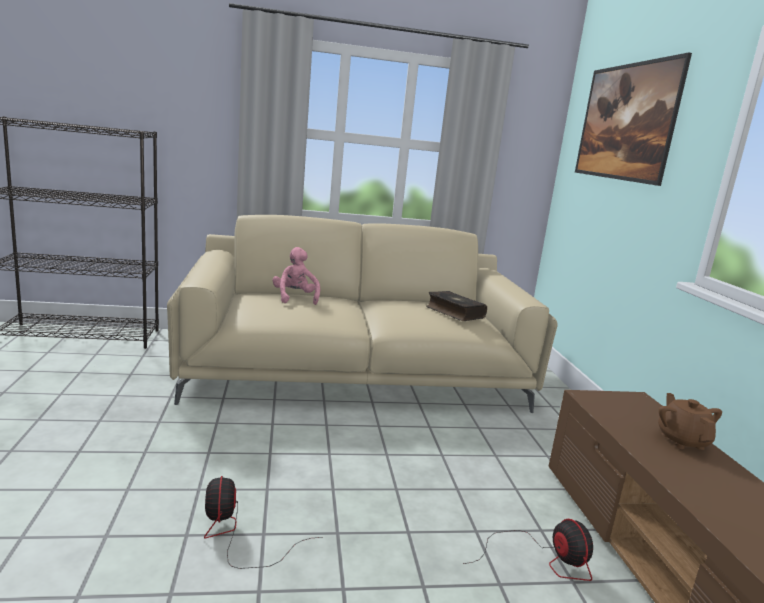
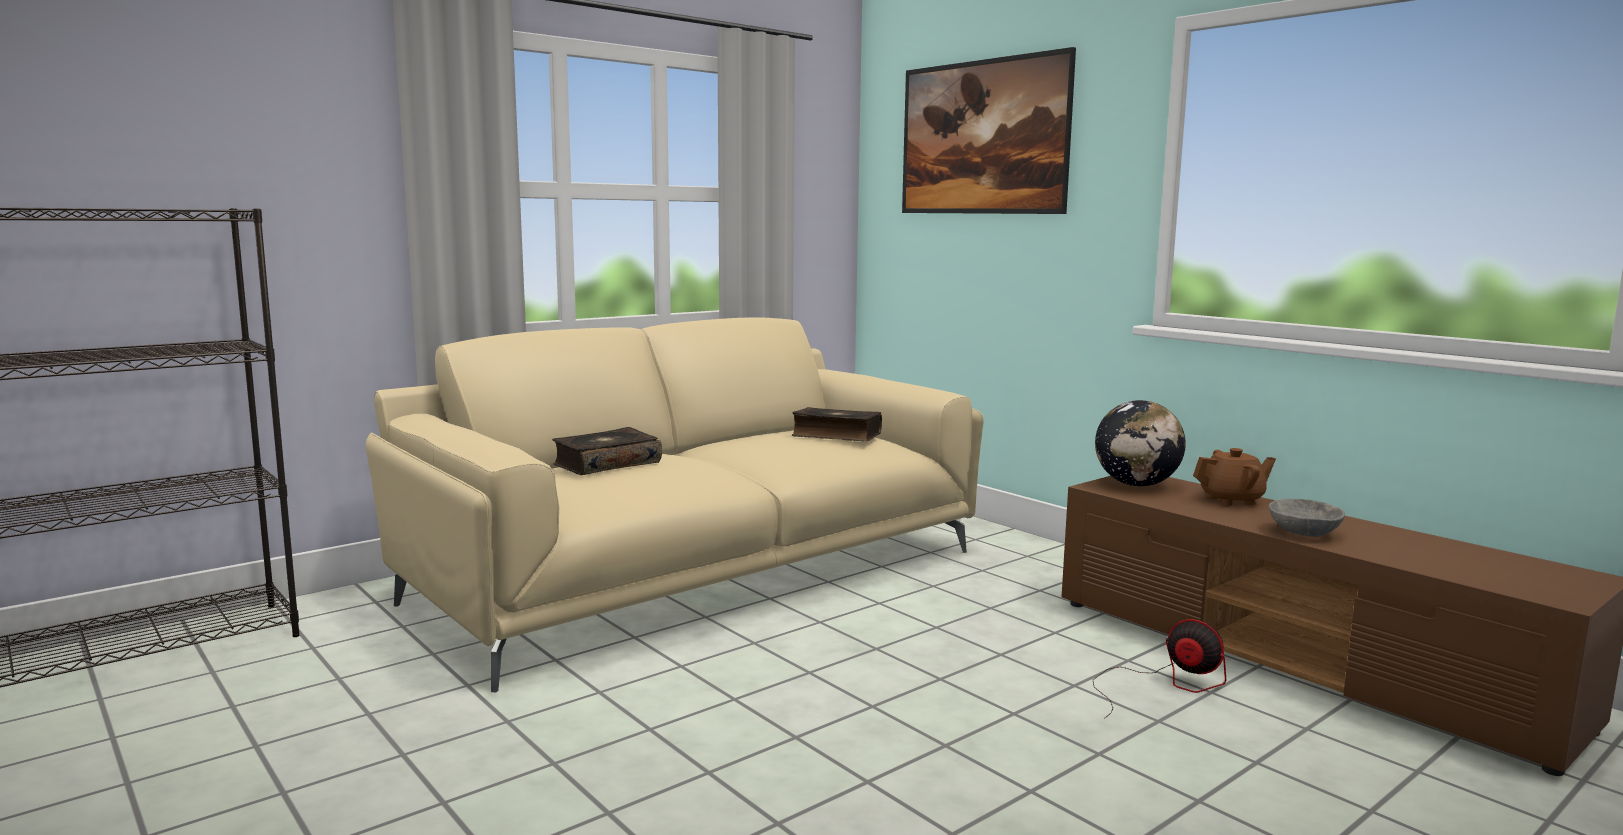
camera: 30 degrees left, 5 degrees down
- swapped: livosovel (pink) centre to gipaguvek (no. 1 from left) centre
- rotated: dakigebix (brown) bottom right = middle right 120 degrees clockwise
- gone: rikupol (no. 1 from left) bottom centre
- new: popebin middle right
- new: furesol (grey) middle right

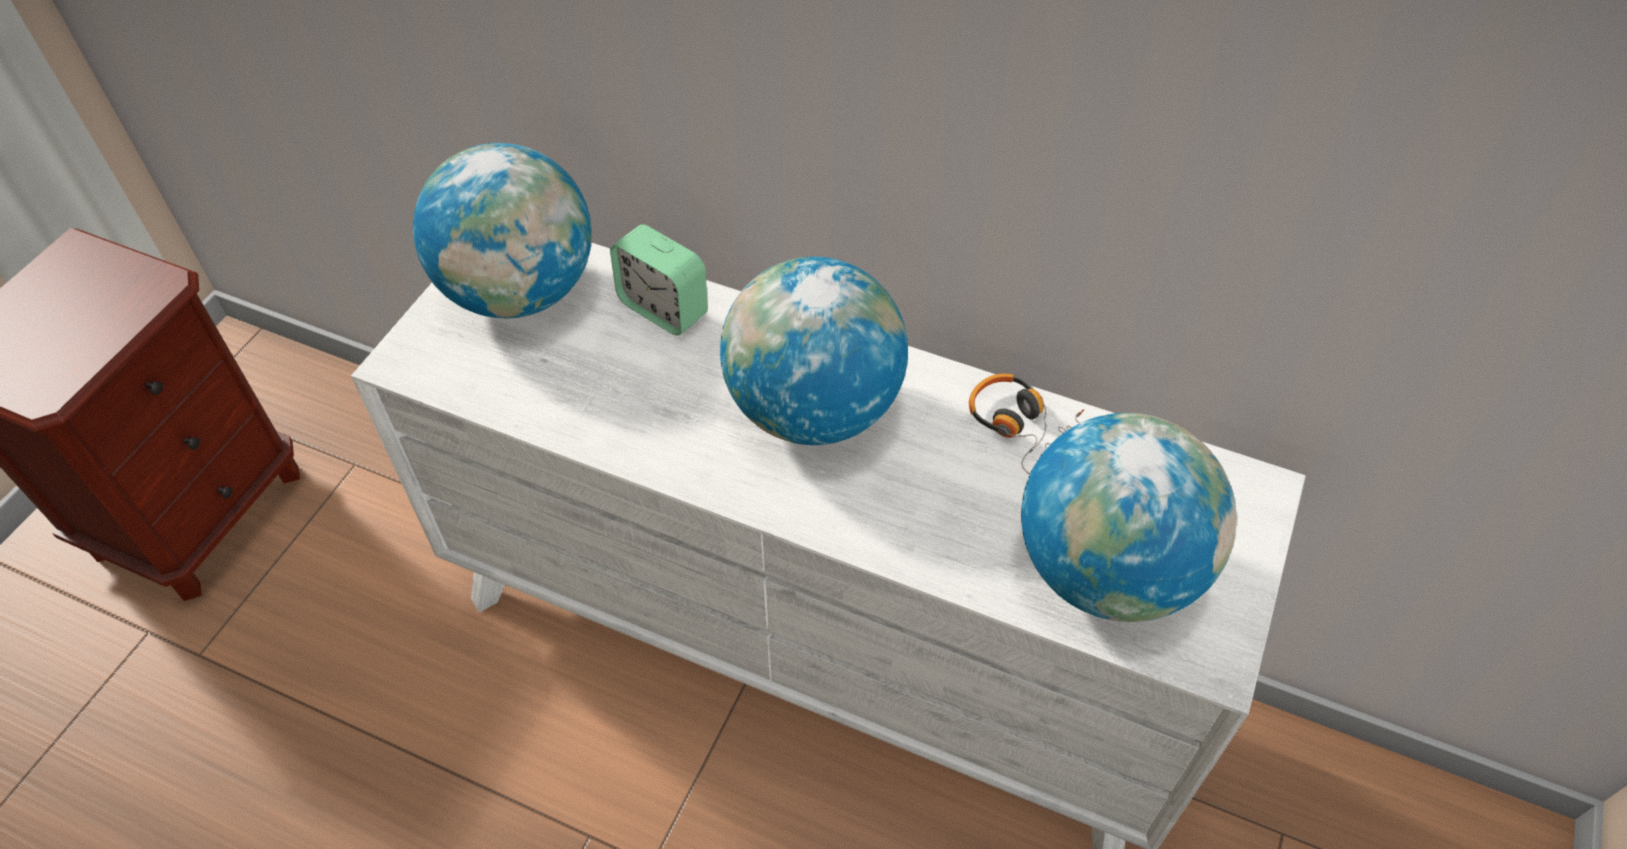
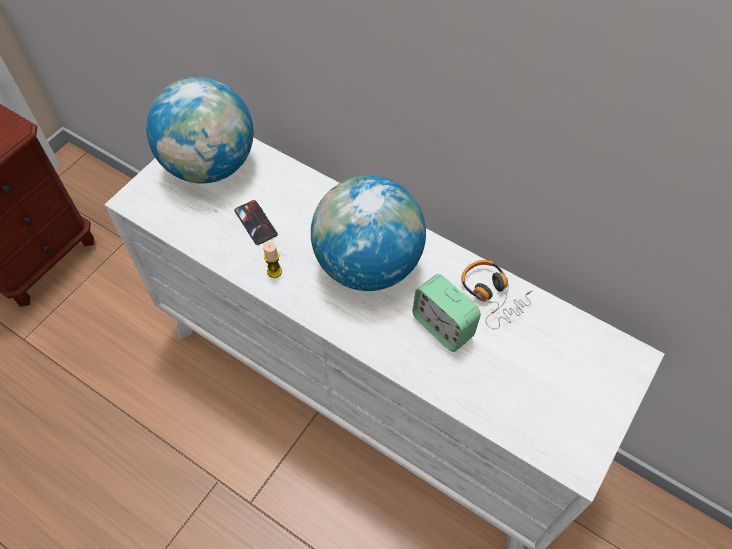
camera: 10 degrees right, 5 degrees up
- shifted: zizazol top centre to centre
- gone: popebin (no. 3 from left) middle right
- new: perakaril centre
- new: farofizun centre

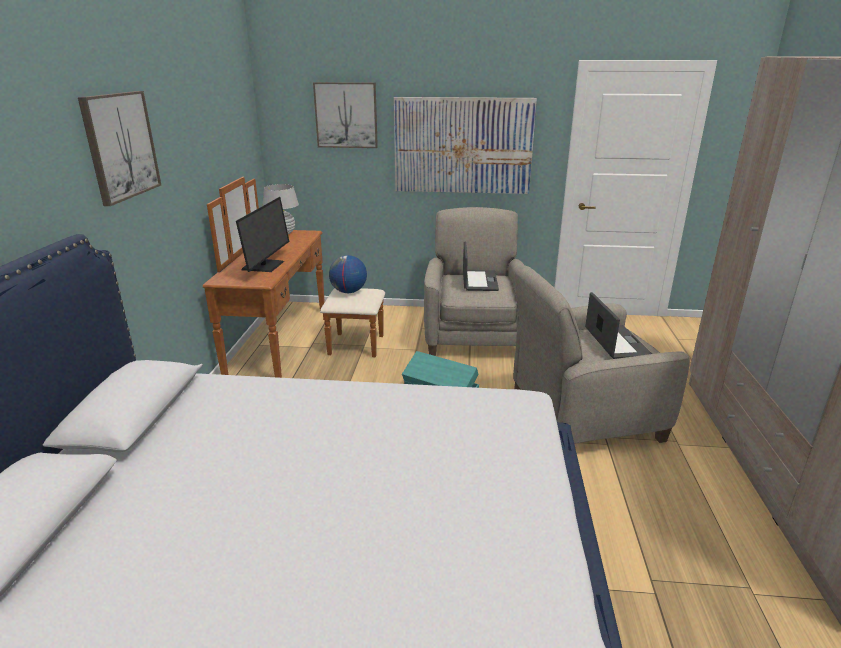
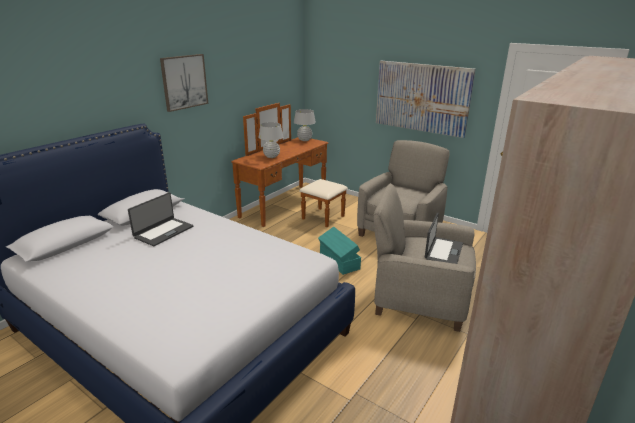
camera: 30 degrees right, 0 degrees up
- gone: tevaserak (no. 2 from left) top centre
- swapped: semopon middle left to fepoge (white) (no. 1 from left) top centre
- shifted: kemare (no. 1 from left) centre to middle left
- gone: popebin centre

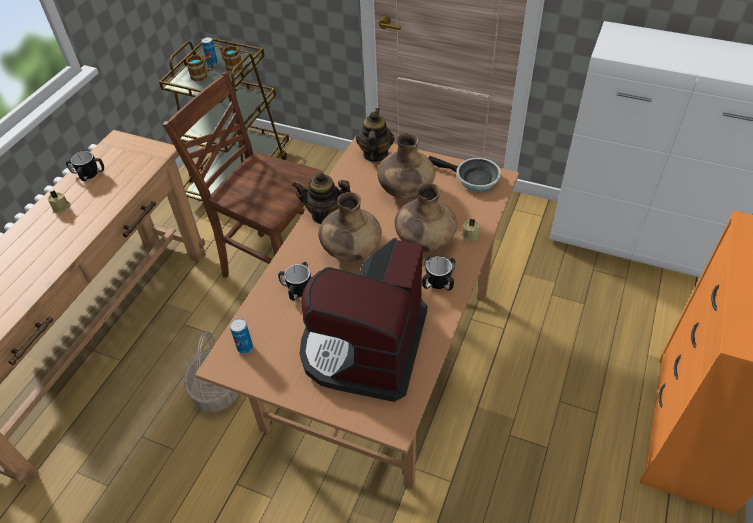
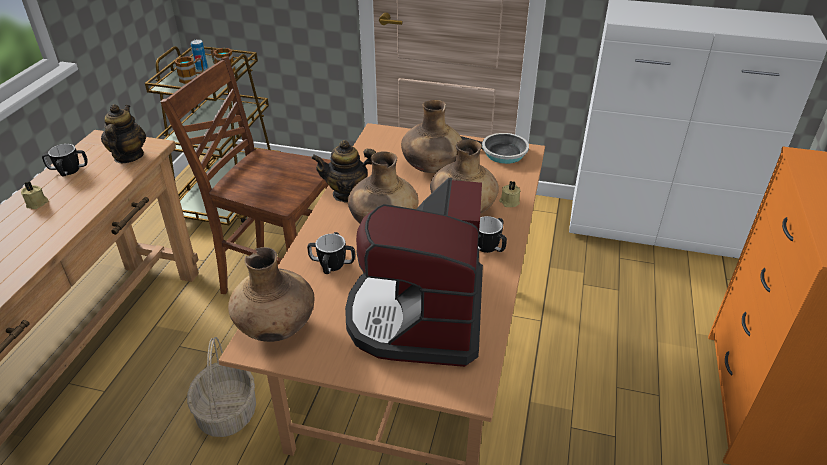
camera: 10 degrees left, 10 degrees down
- shifted: dakigebix (no. 2 from left in the first image) top centre to dakigebix (no. 1 from left) top left
- swapped: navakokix (no. 2 from left) middle left to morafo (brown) (no. 1 from left) middle left

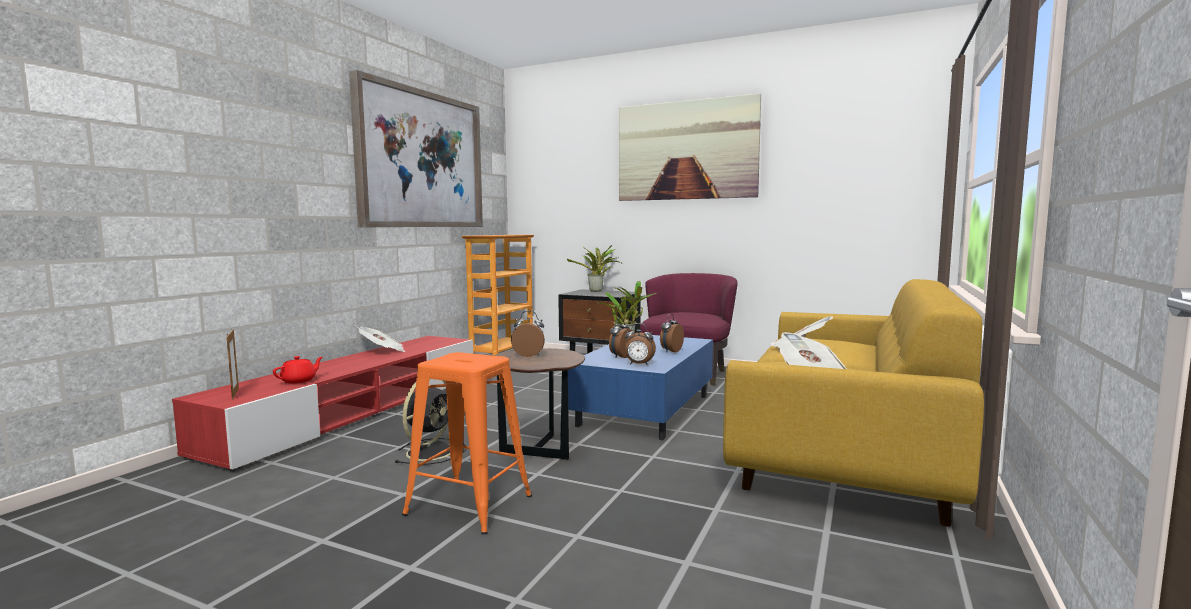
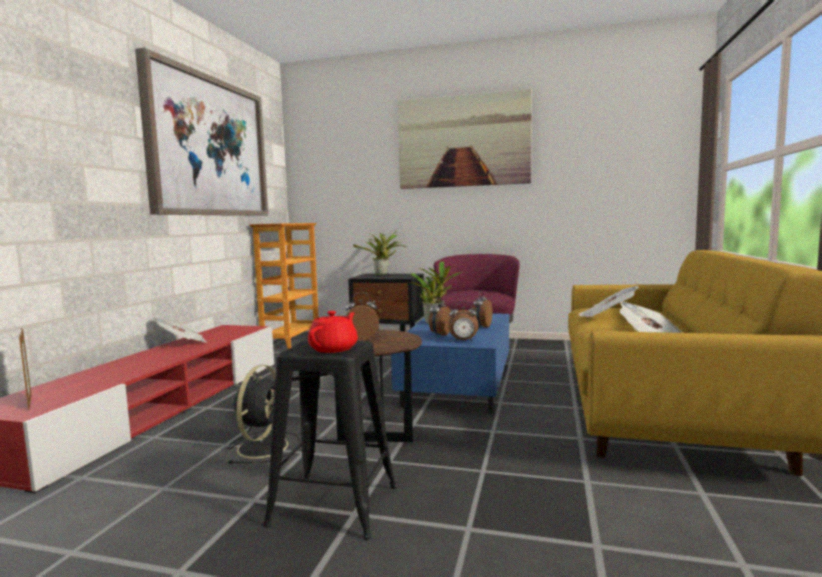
camera: 10 degrees left, 0 degrees up
- repainted: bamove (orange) bottom centre to bamove (black) bottom centre
- shifted: dakigebix (red) middle left to centre

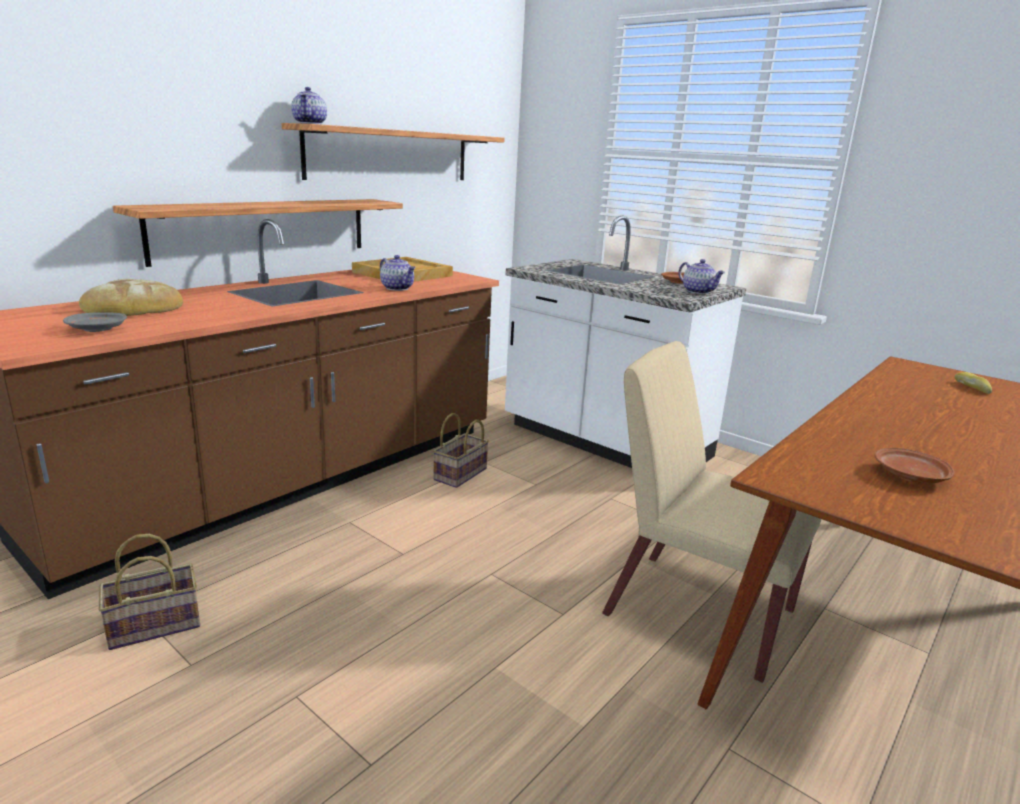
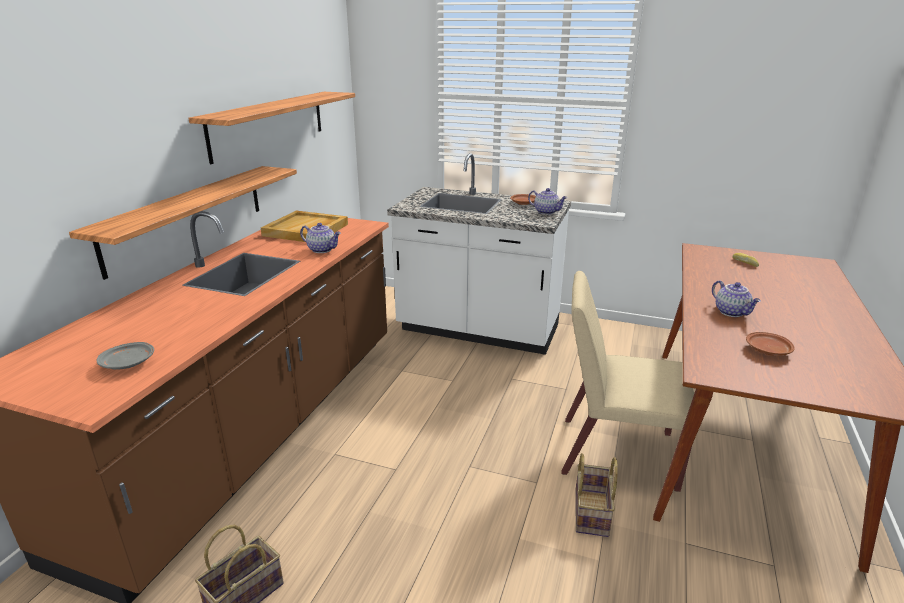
camera: 20 degrees left, 5 degrees up
- shifted: dakigebix (no. 1 from left in the first image) top left to dakigebix (no. 3 from left) middle right
- gone: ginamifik (no. 1 from left) middle left
- shifted: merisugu (no. 2 from left) centre to bottom centre

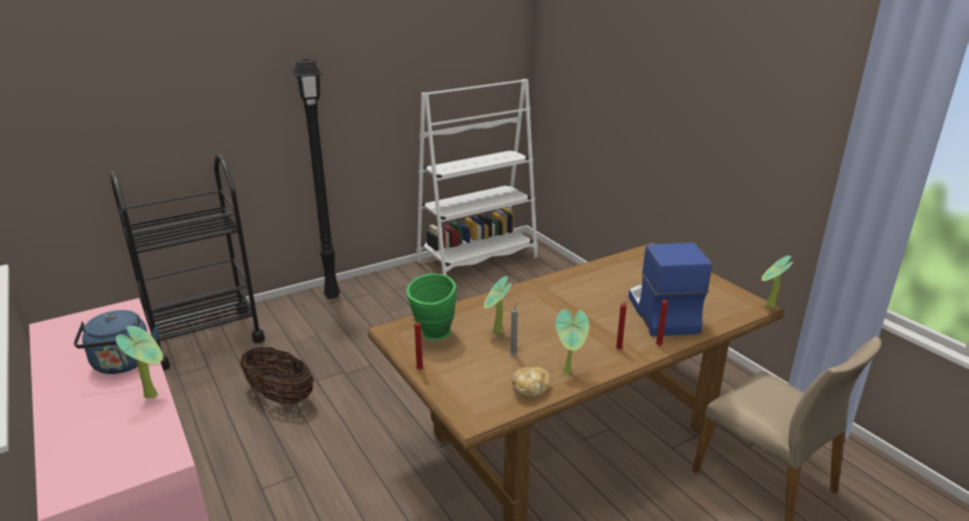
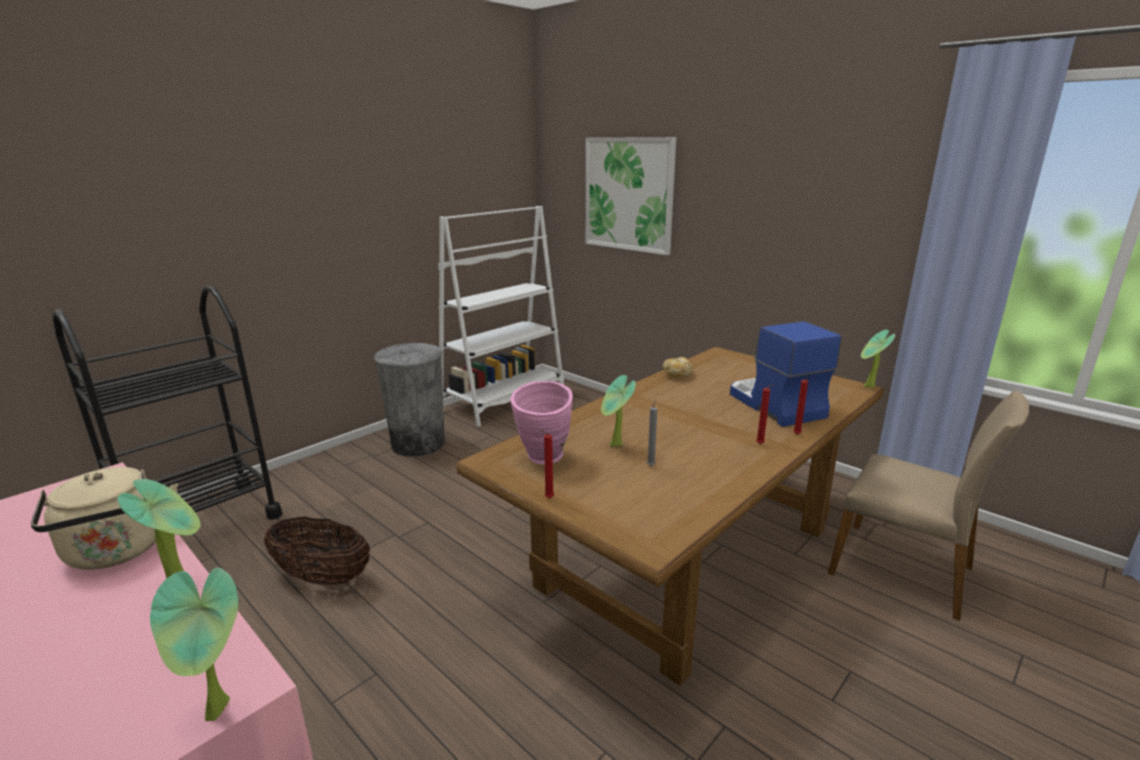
camera: 15 degrees left, 5 degrees down
- gone: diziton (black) middle left
- repainted: morafo (green) centre to morafo (pink) centre
- shifted: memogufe (no. 3 from left in the first image) centre to memogufe (no. 2 from left) bottom left
- repainted: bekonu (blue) middle left to bekonu (beige) bottom left
- shifted: ginamifik bottom centre to centre
- new: tevaserak top centre
- new: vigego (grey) centre

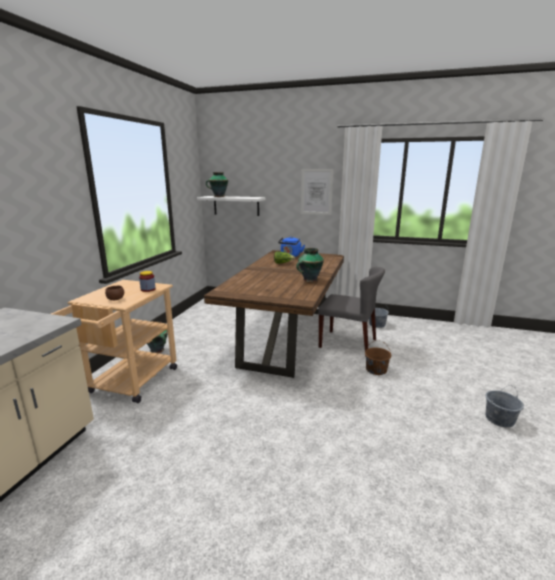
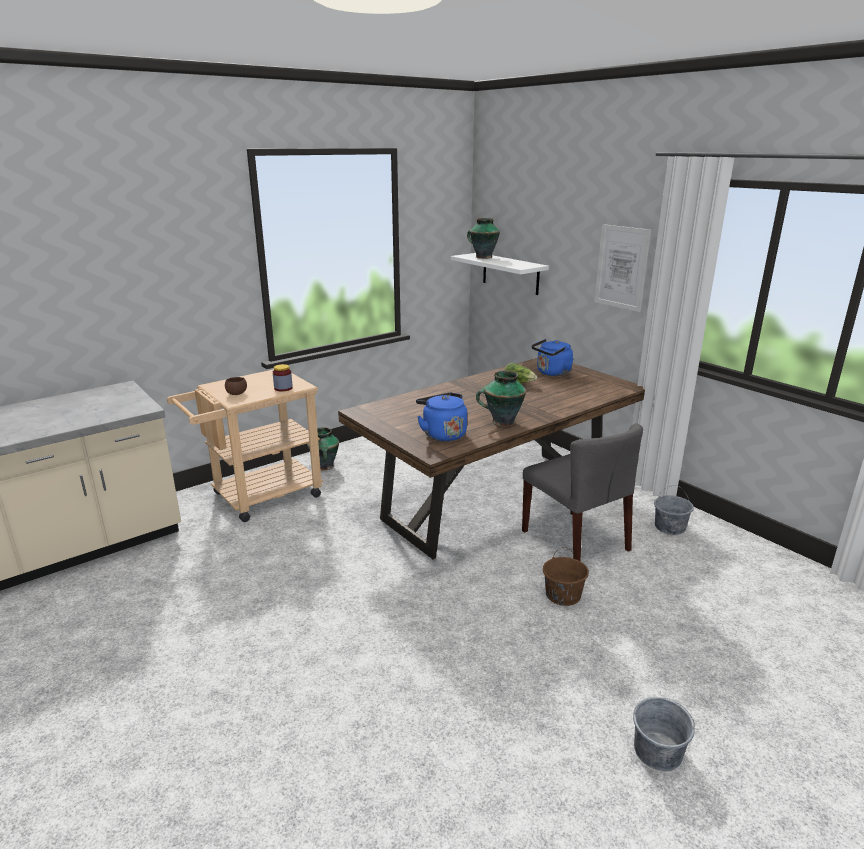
camera: 35 degrees right, 5 degrees up
- new: bekonu (blue) (no. 1 from left) centre

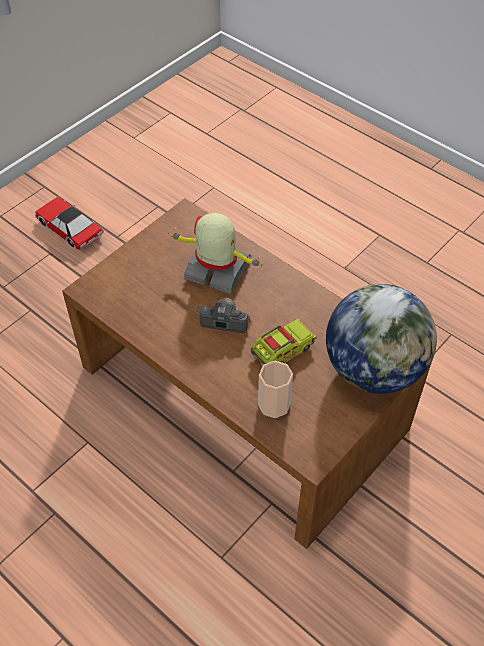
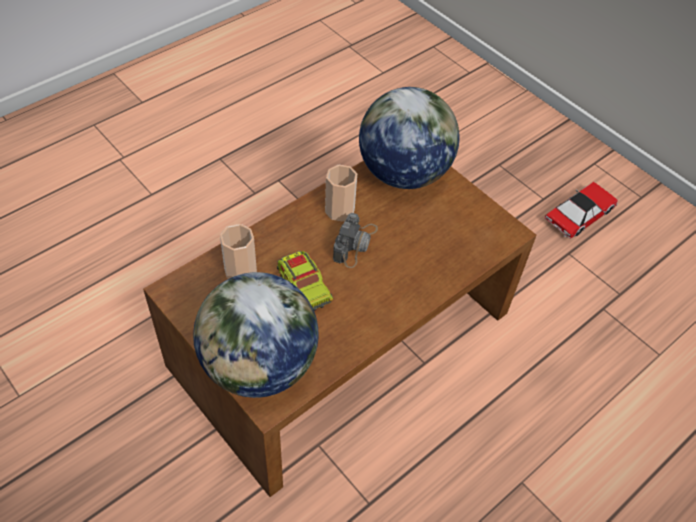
camera: 95 degrees right, 0 degrees up
- gone: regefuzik centre
- new: popebin (no. 2 from left) top centre
- new: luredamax (no. 2 from left) centre

